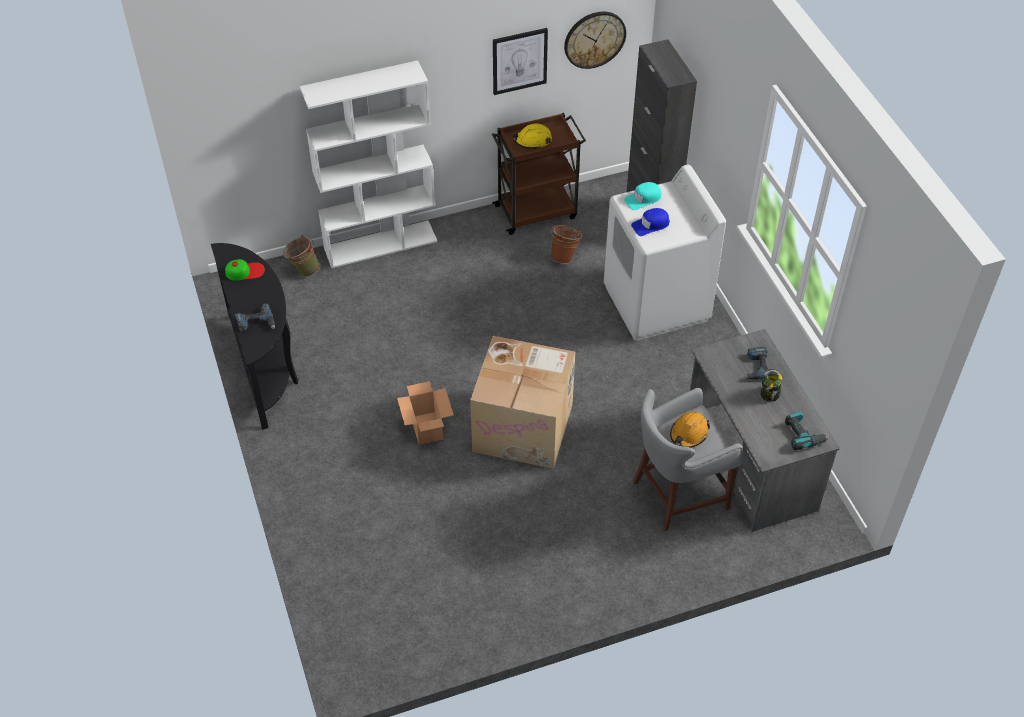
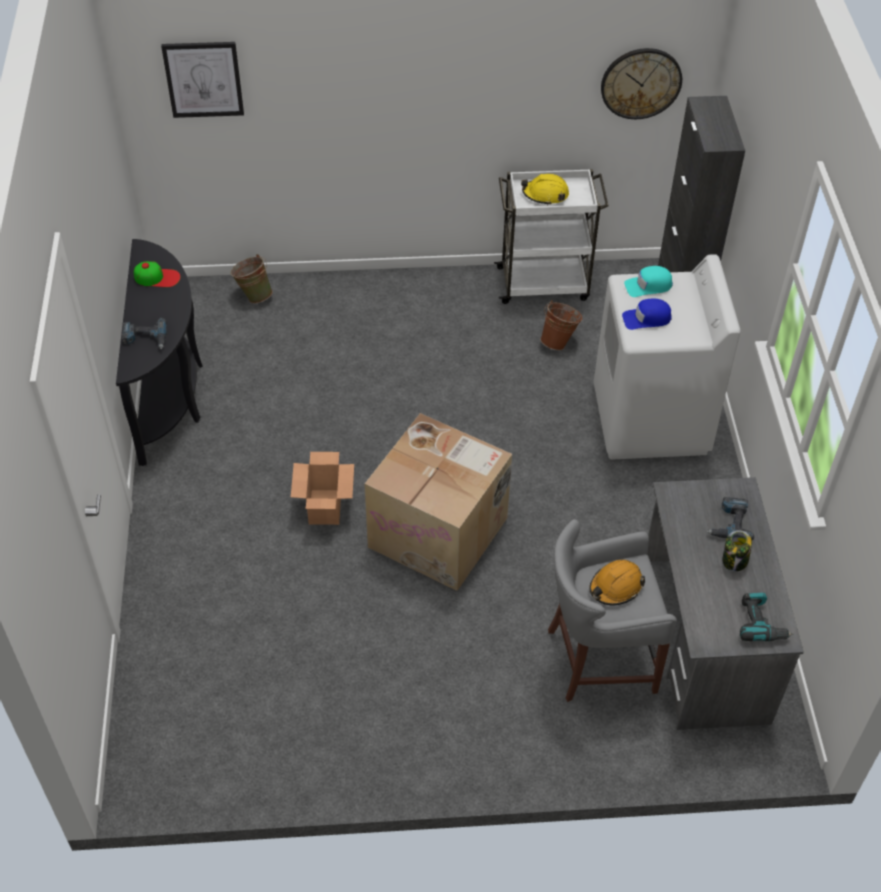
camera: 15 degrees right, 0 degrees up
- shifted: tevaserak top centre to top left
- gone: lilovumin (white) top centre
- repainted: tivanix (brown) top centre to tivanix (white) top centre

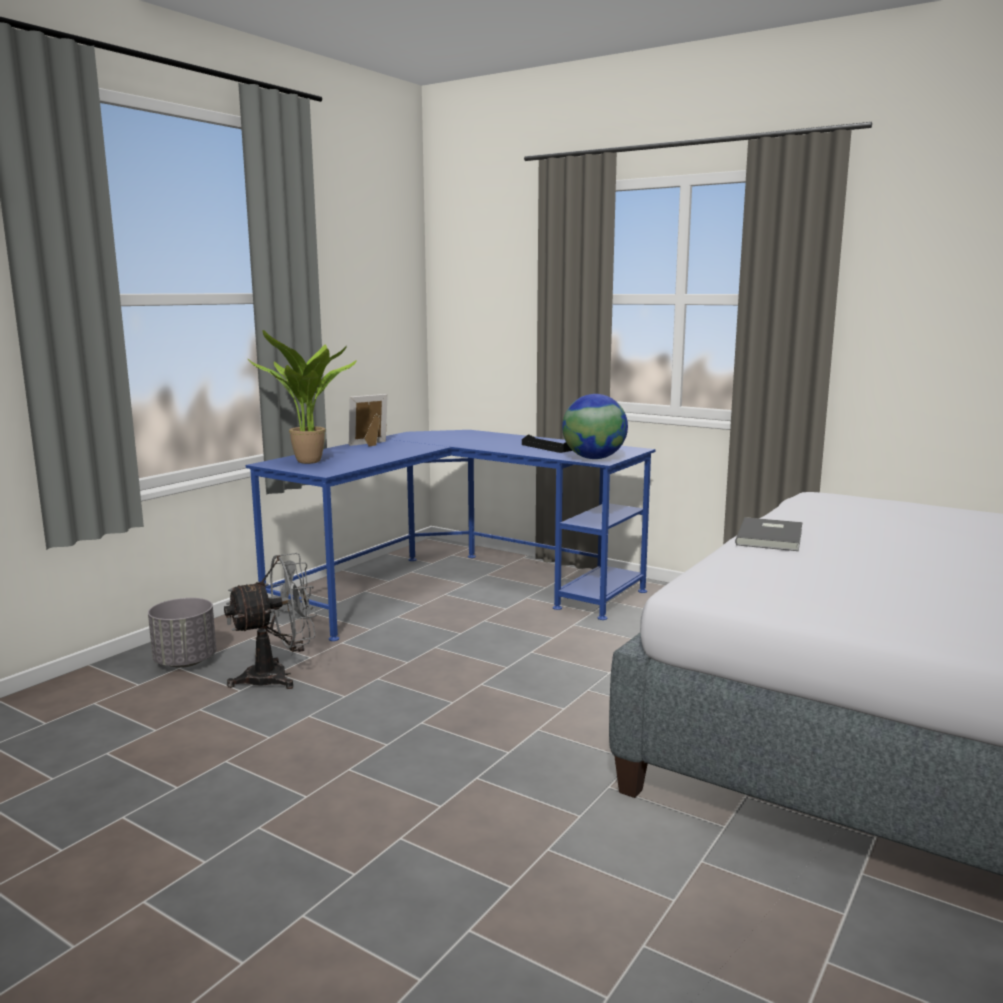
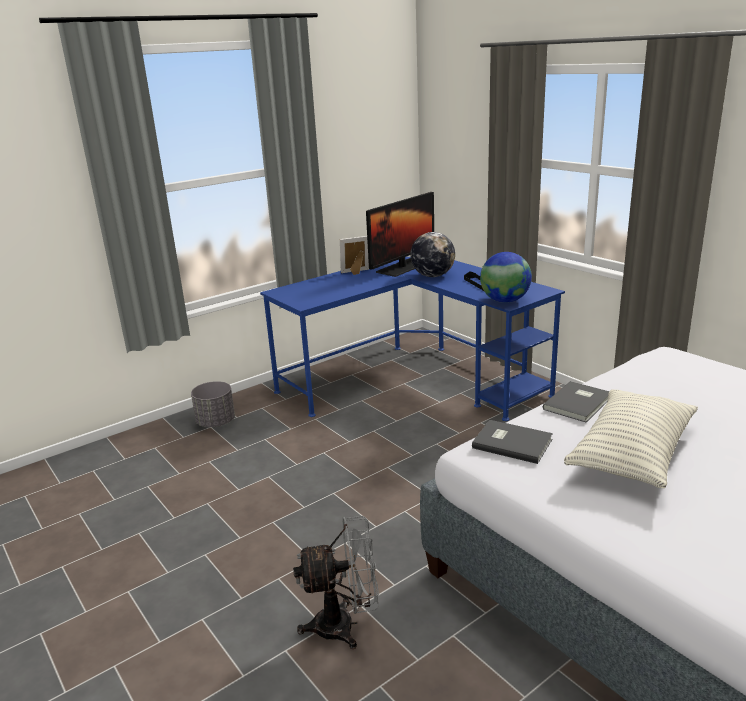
camera: 20 degrees right, 10 degrees up
- gone: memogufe middle left
- shifted: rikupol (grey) middle left to bottom centre
- new: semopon centre
- new: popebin (no. 1 from left) centre
- new: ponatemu middle right
- new: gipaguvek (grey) (no. 1 from left) middle right

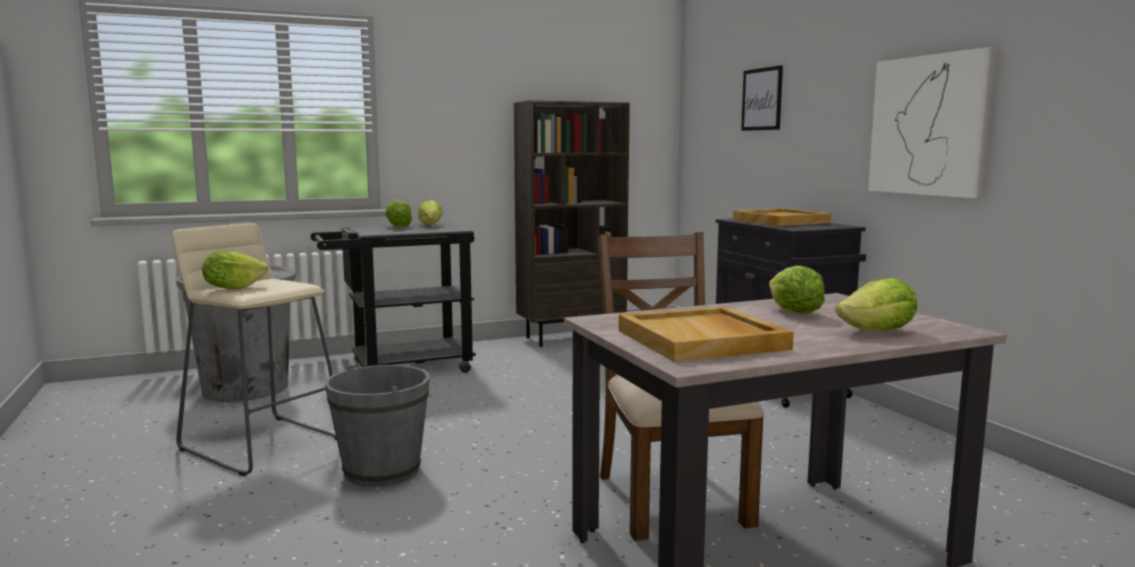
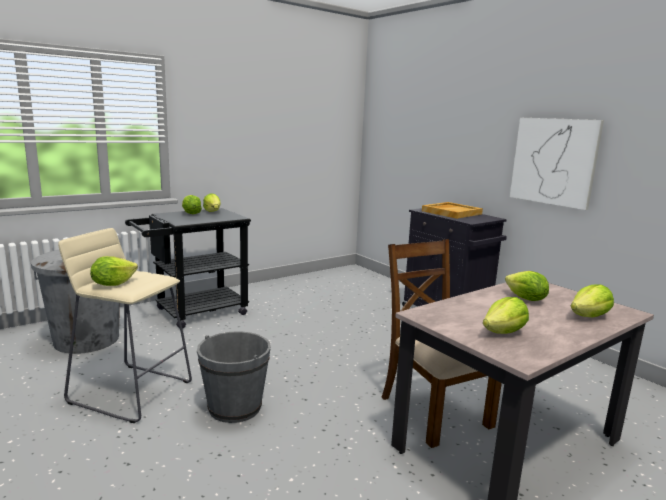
camera: 15 degrees left, 5 degrees up
- gone: tevaserak (no. 1 from left) top right
- gone: lilovumin (brown) centre
- swapped: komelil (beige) (no. 1 from left) centre to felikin (no. 4 from left) middle right

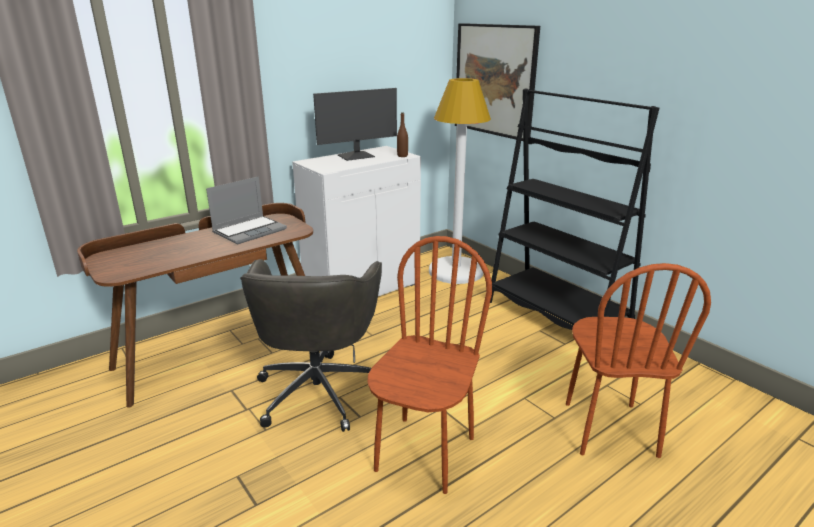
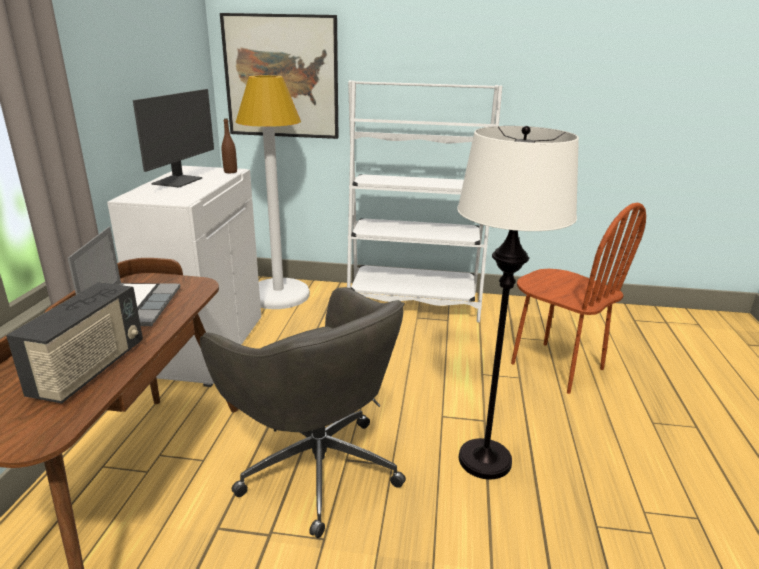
camera: 45 degrees left, 0 degrees up
- repainted: lilovumin (black) middle right to lilovumin (white) centre
- swapped: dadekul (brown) (no. 1 from left) bottom centre to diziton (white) (no. 2 from left) middle right
- new: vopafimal middle left

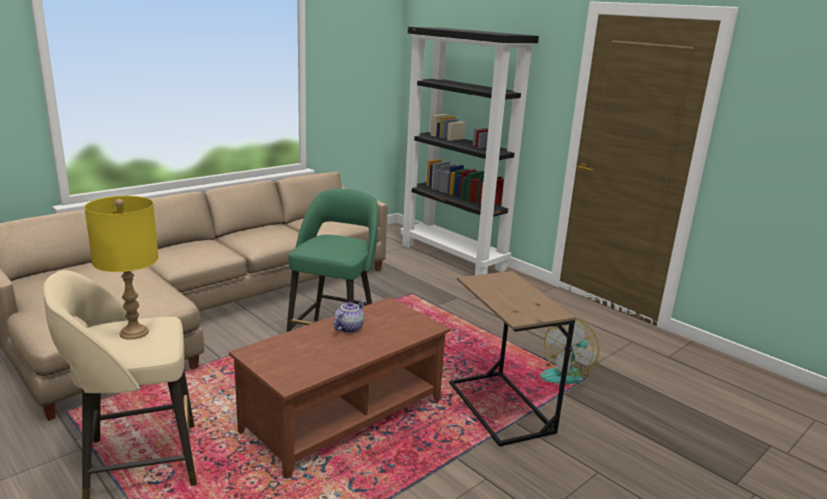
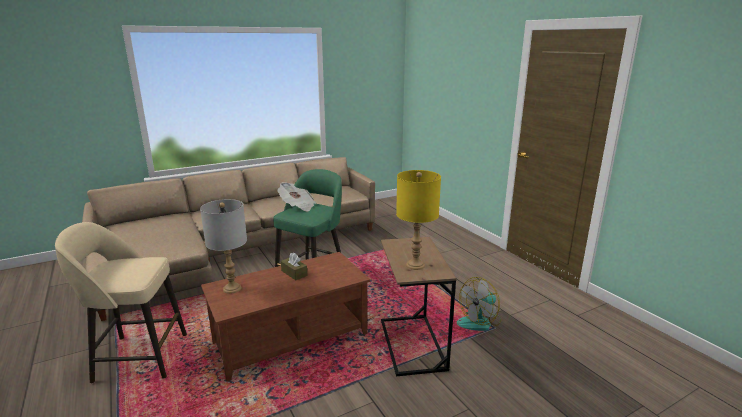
camera: 15 degrees right, 0 degrees up
- gone: lilovumin (black) top centre
- shifted: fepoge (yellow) middle left to centre
- swapped: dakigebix centre to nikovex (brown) centre
- new: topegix centre
- new: fepoge (grey) middle left

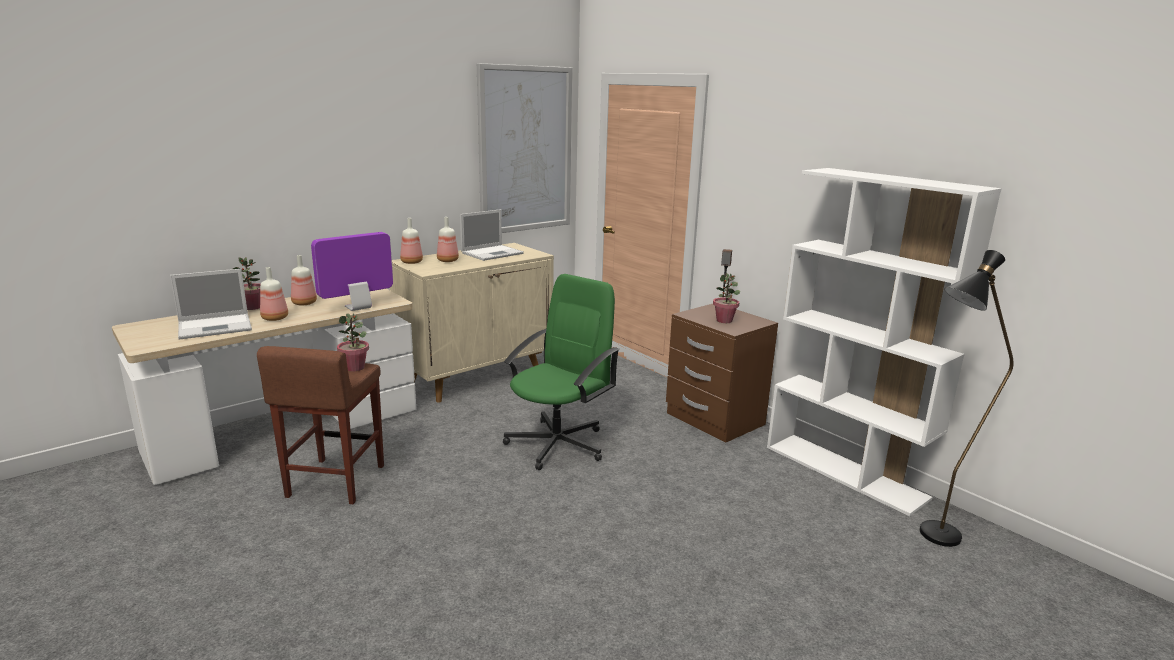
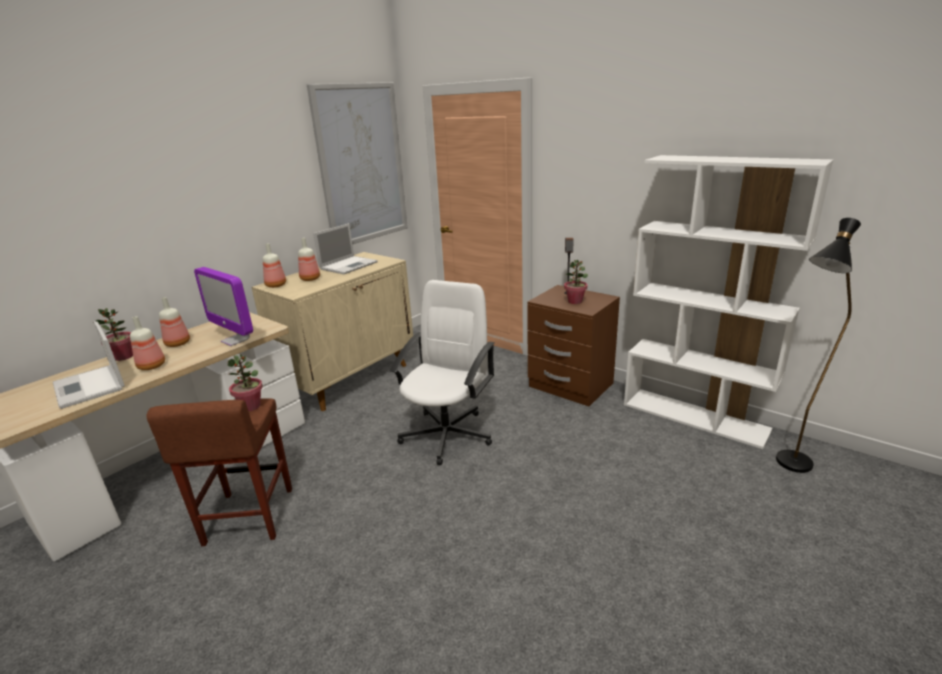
camera: 10 degrees left, 5 degrees up
- rotated: semopon middle left = middle left 90 degrees counterclockwise
- rotated: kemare (no. 1 from left) middle left = middle left 90 degrees clockwise
- repainted: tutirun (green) centre to tutirun (white) centre

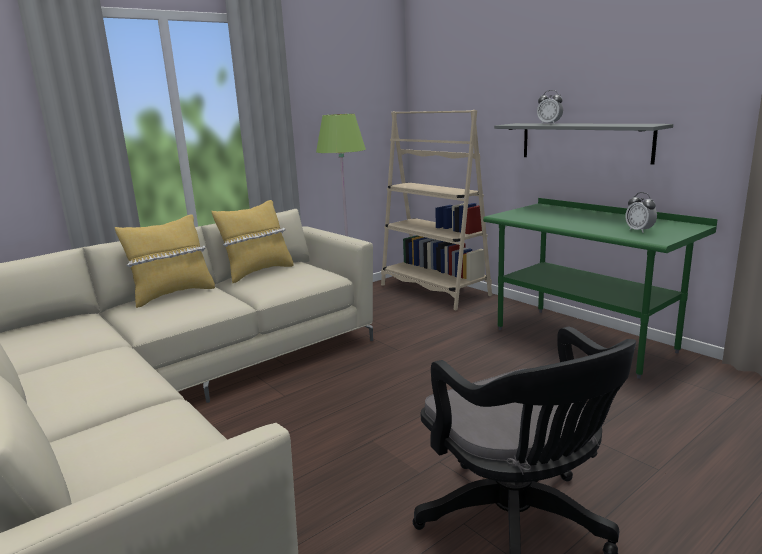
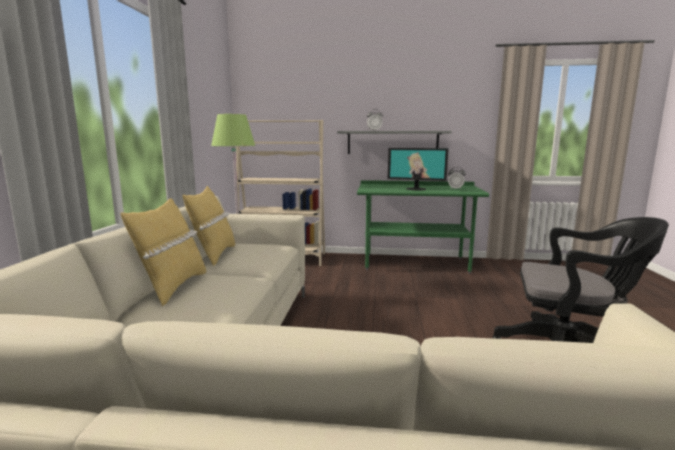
camera: 45 degrees left, 5 degrees down
- new: semopon centre

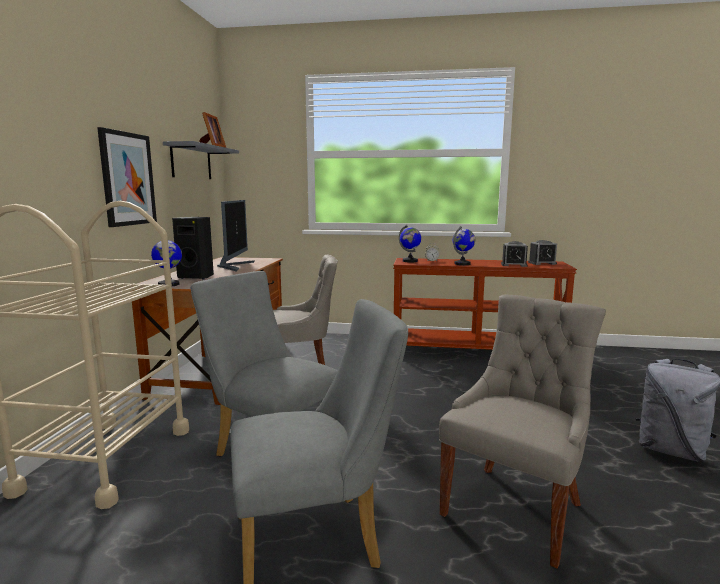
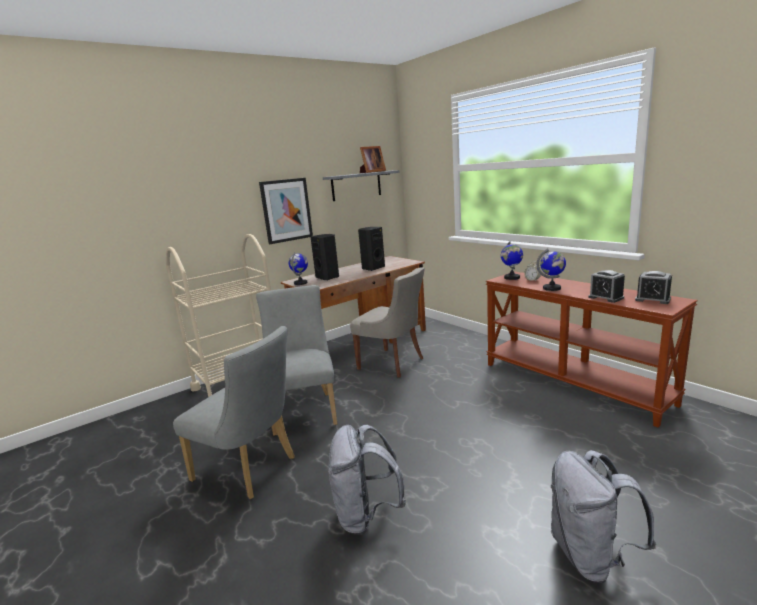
camera: 45 degrees right, 5 degrees up
- swapped: semopon middle left to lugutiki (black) (no. 2 from left) centre
- swapped: dadekul (grey) (no. 4 from left) bottom right to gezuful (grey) (no. 1 from left) bottom centre

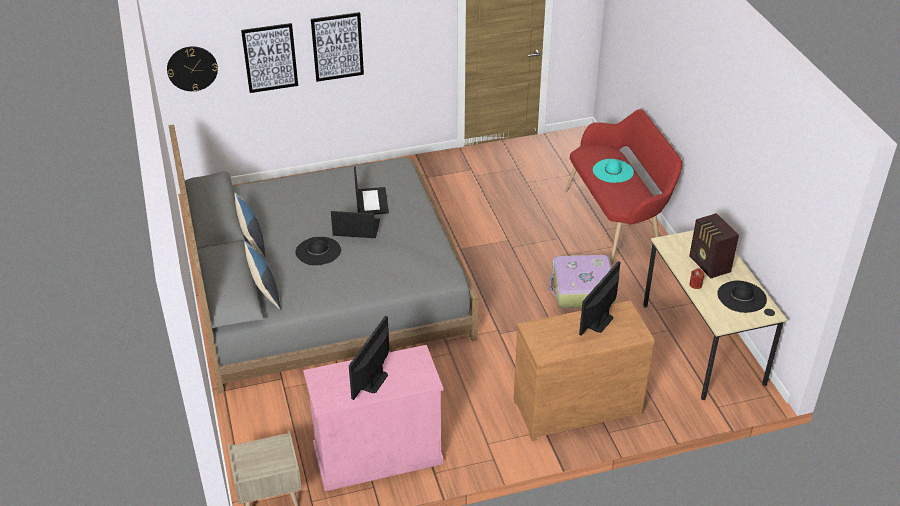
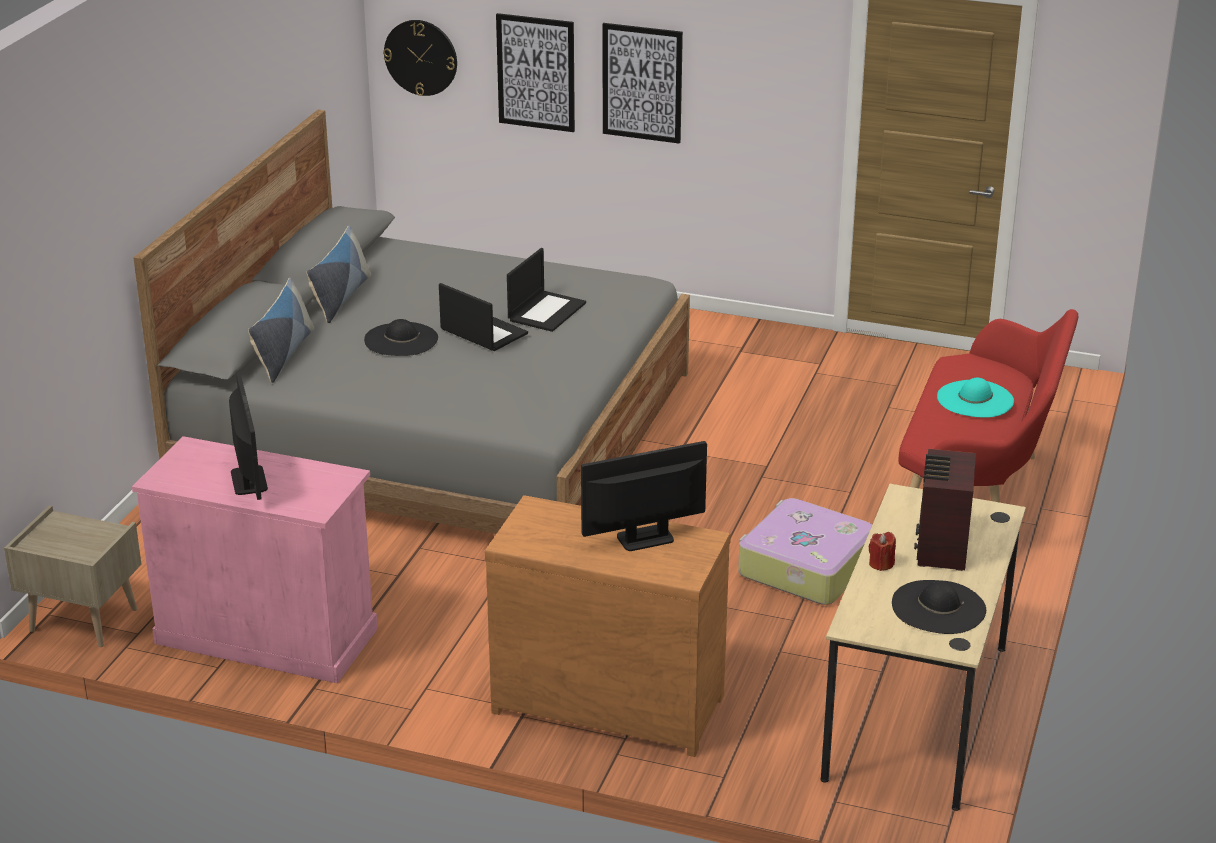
camera: 35 degrees right, 10 degrees down
- rotated: semopon (no. 1 from left) bottom centre = middle left 105 degrees clockwise

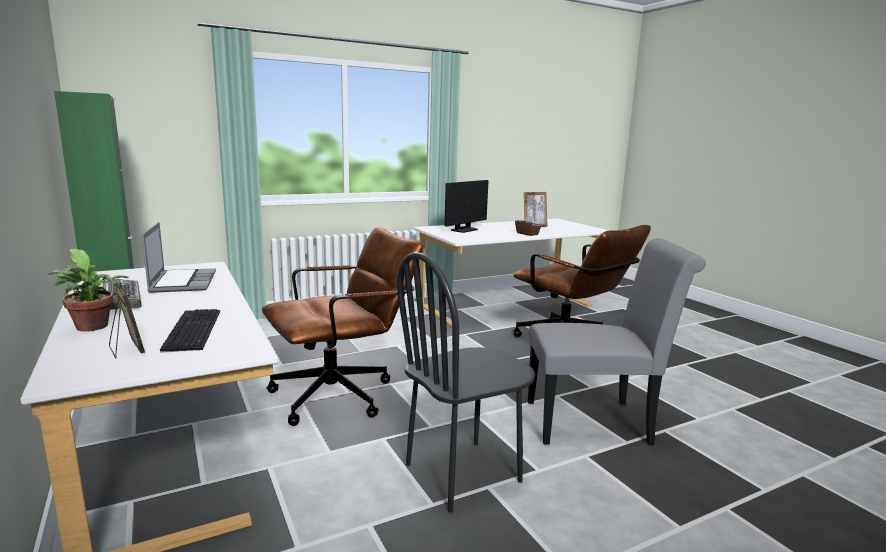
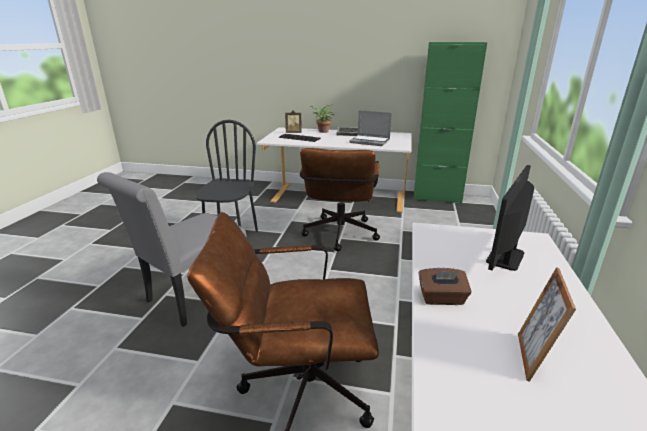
camera: 130 degrees right, 10 degrees up
- rotated: semopon centre = middle right 45 degrees clockwise

